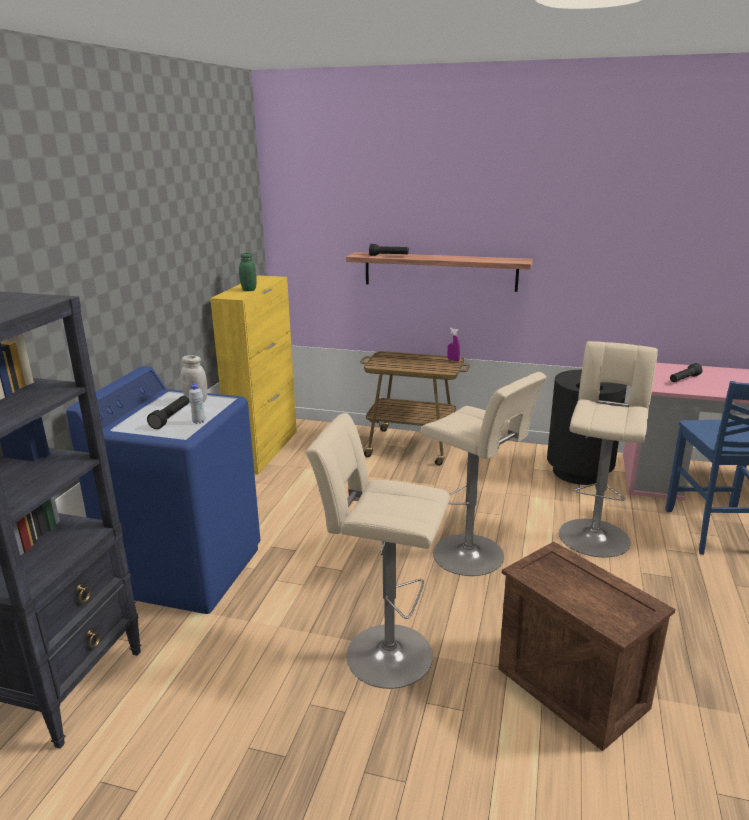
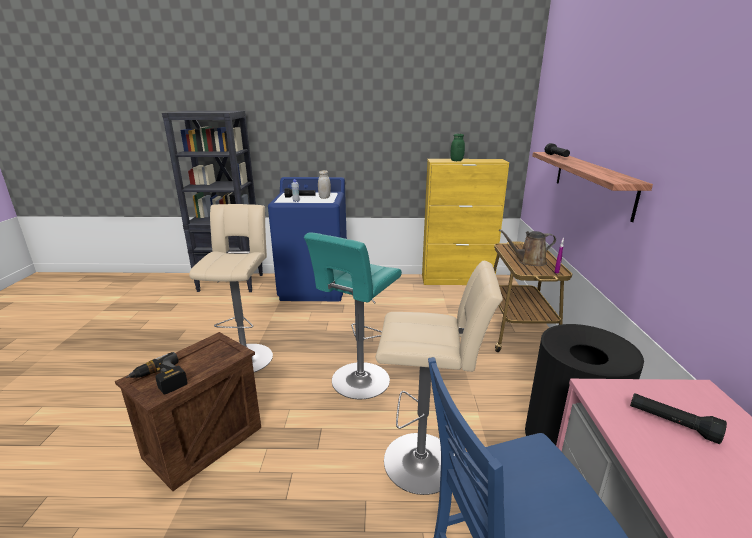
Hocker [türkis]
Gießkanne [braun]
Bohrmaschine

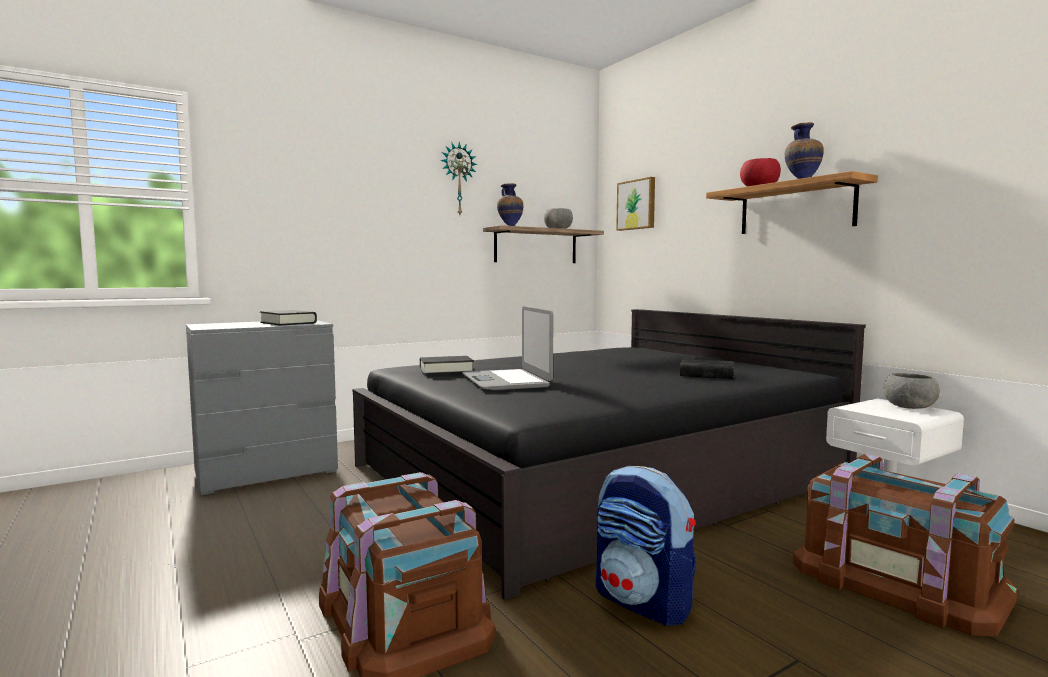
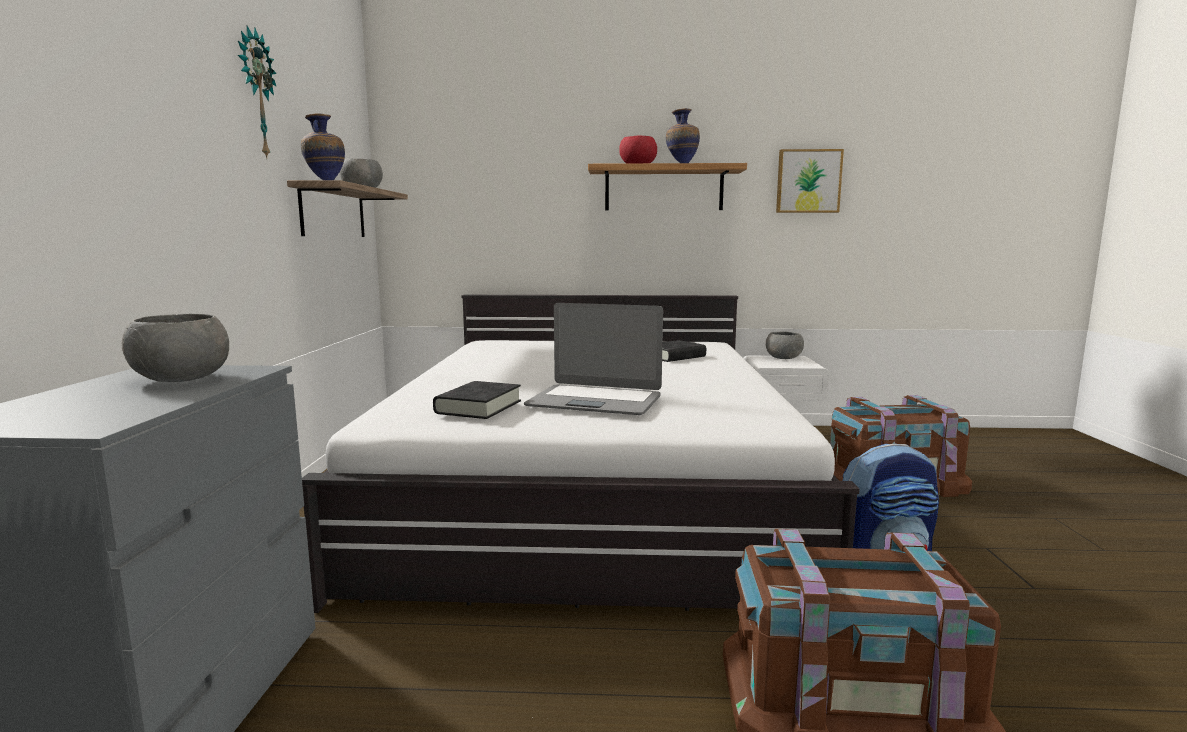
Bild
Bett [weiß]
Schüssel [grau] (no. 1 from left)

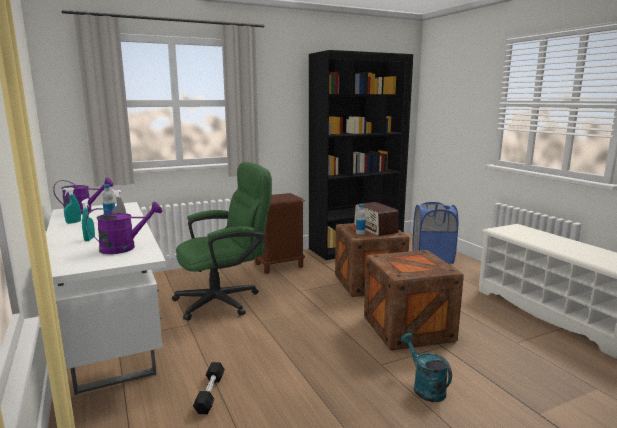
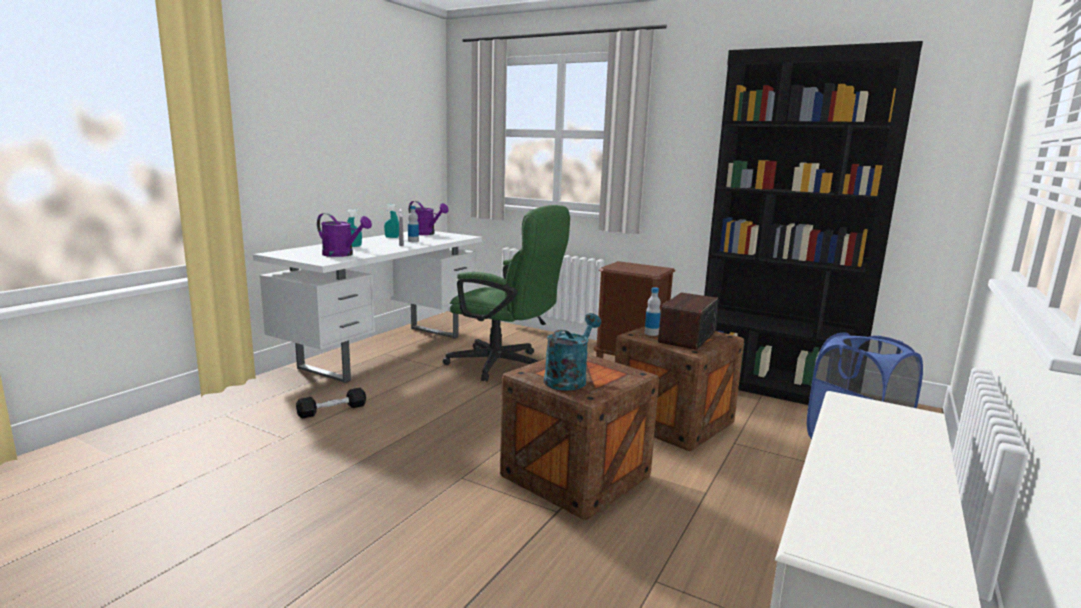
Gießkanne [türkis]

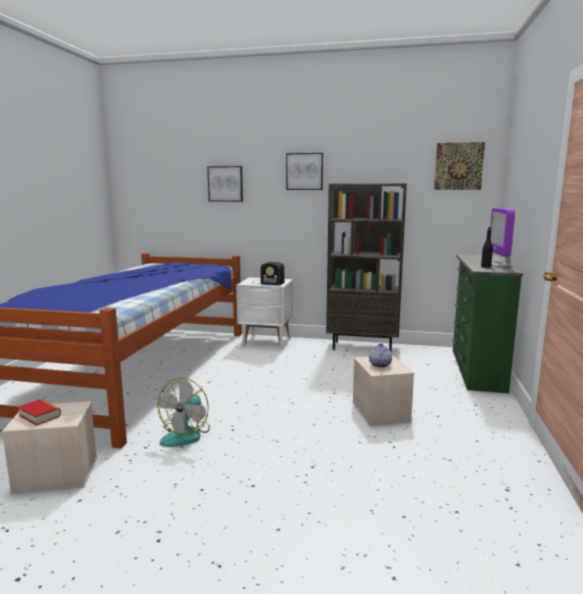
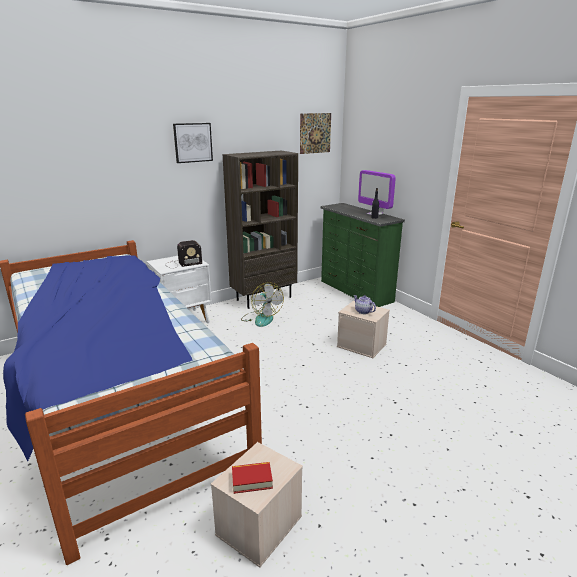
Bild (no. 1 from left in the first image)
Ventilator

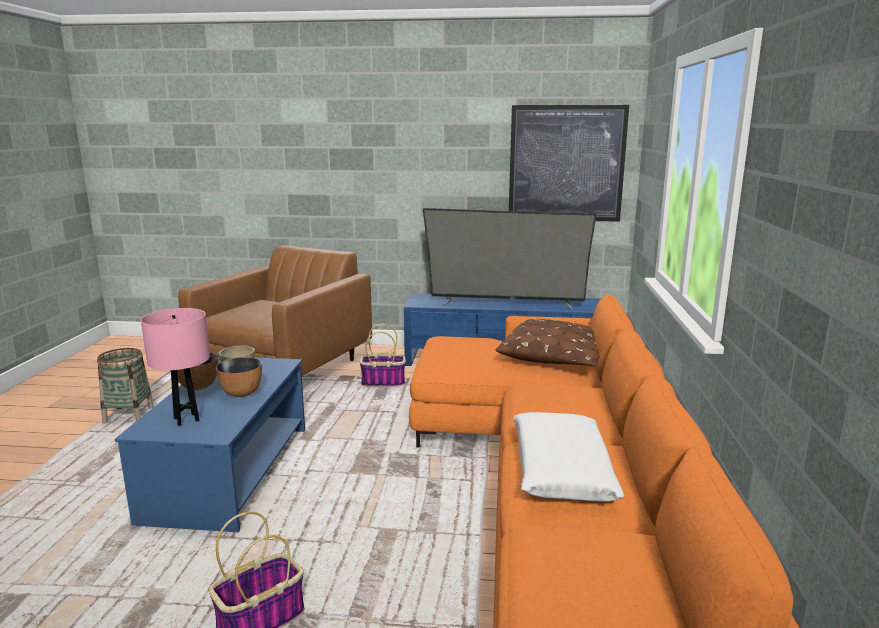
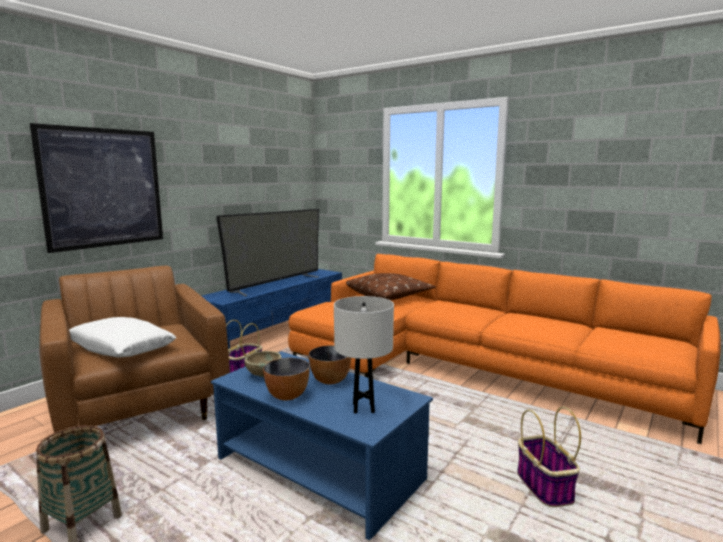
Bild
Tischlampe [weiß]
Kissen [weiß]

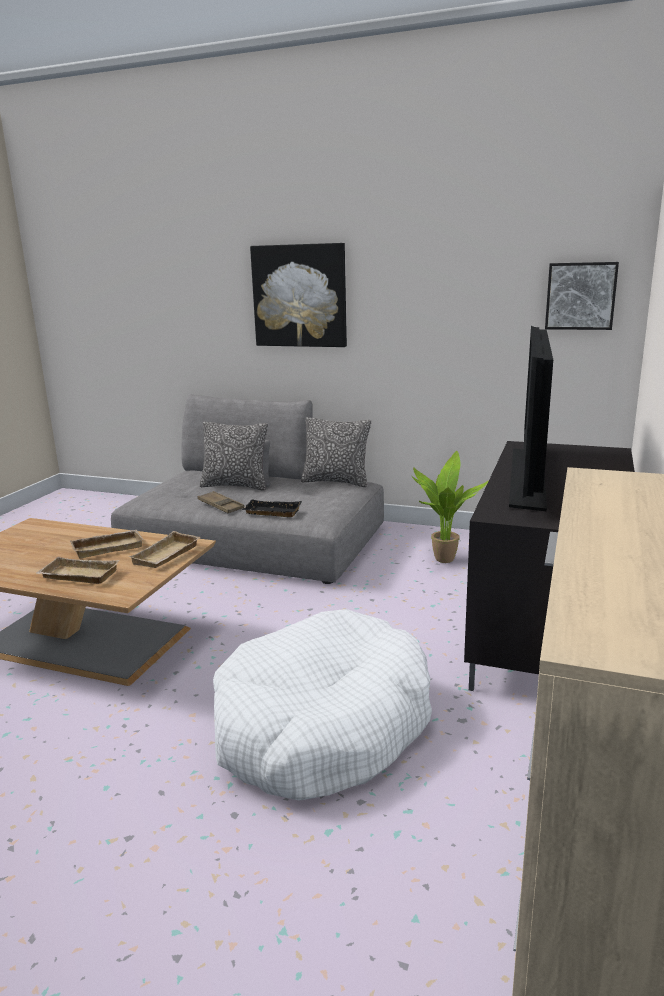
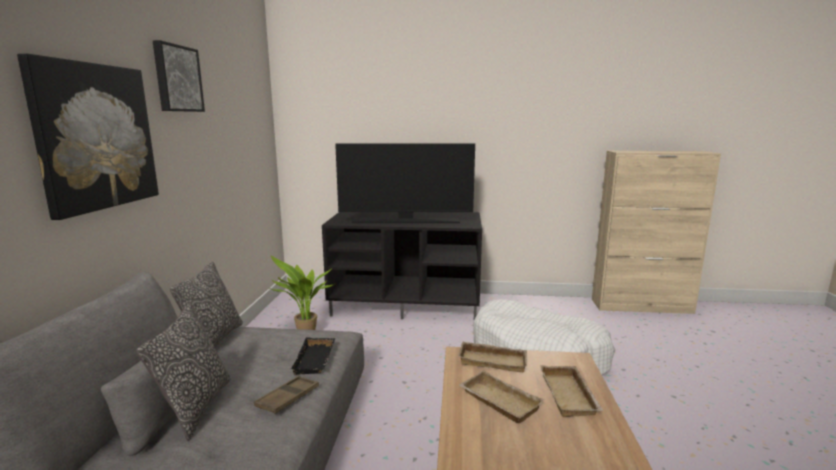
Bild (no. 2 from left)

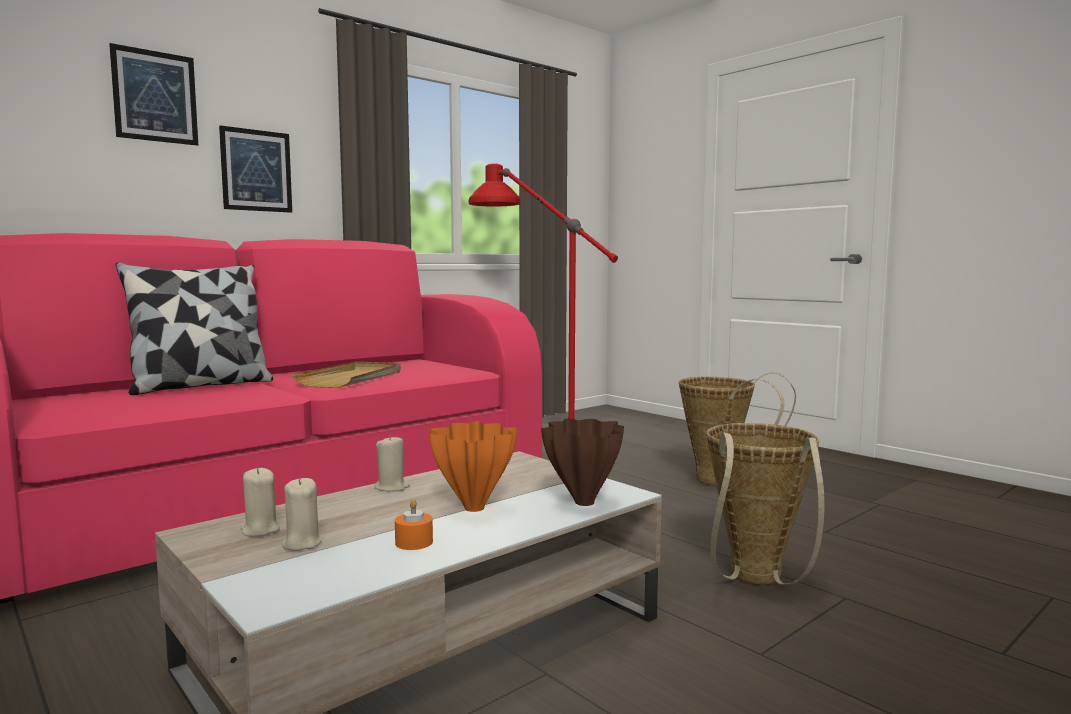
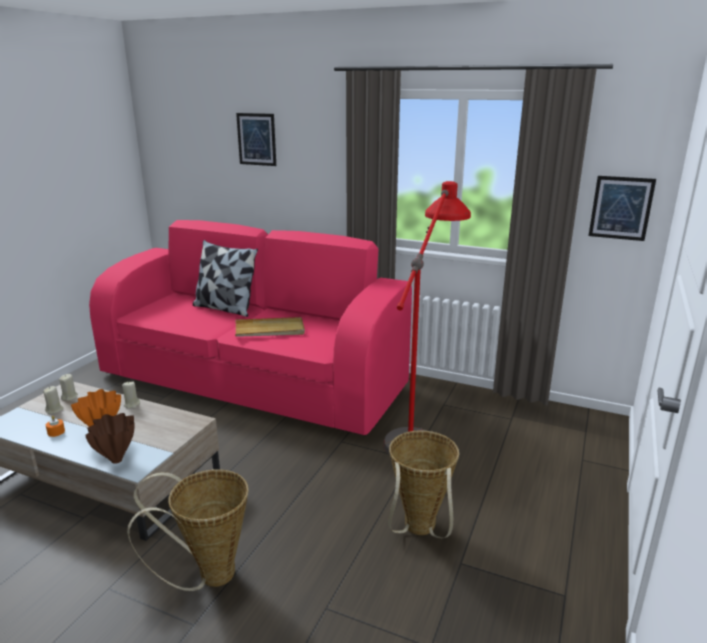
Bild (no. 2 from left)

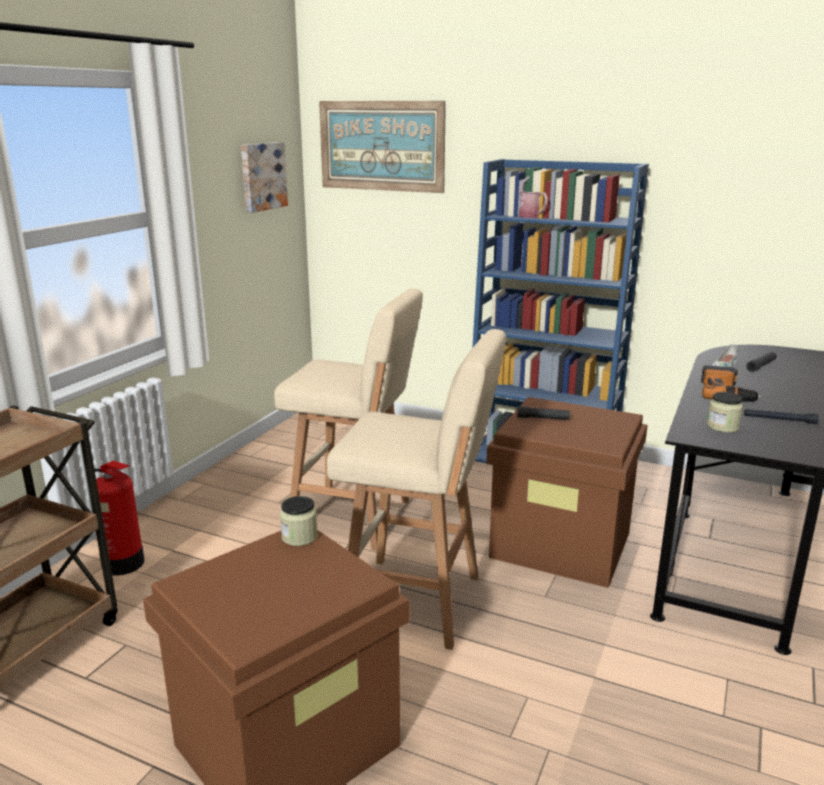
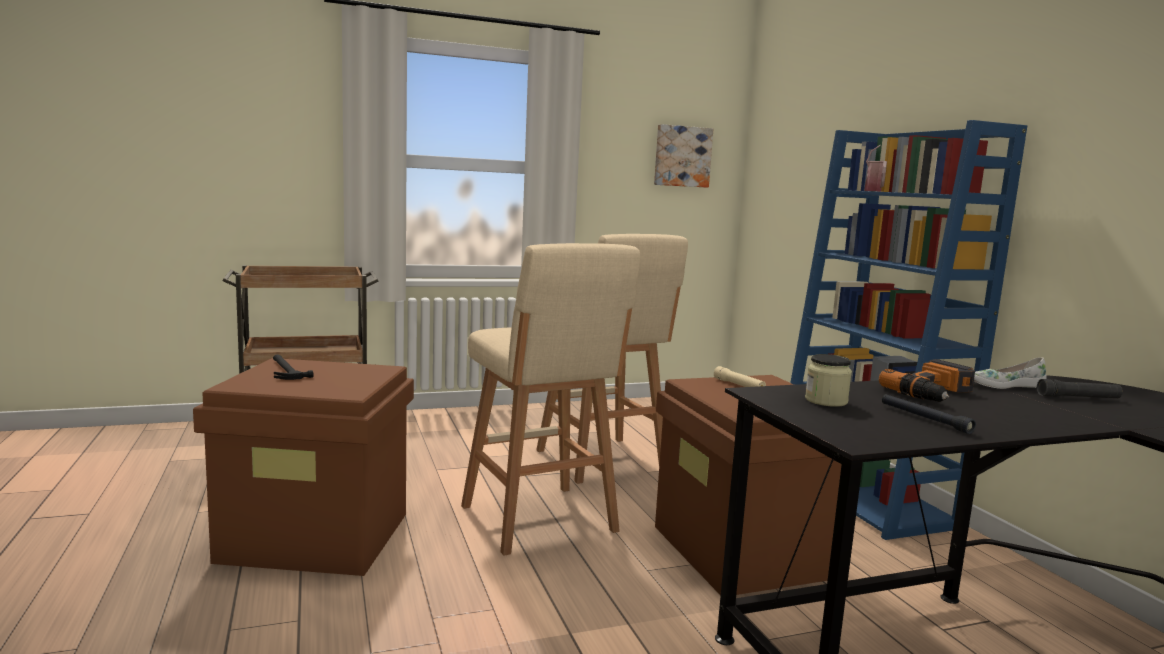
Bild (no. 2 from left in the first image)
Taschenlampe [beige]
Feuerlöscher
Vorratsglas (no. 1 from left in the first image)
Hammer

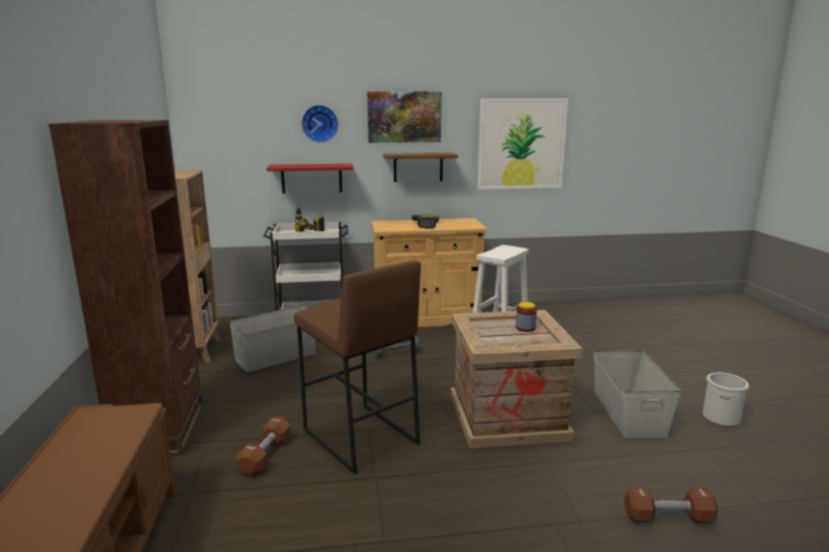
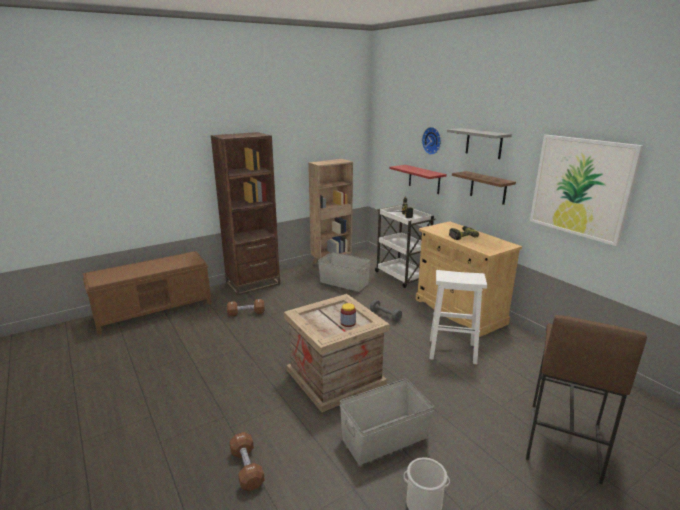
Wandregal [grau]
Hocker [braun]

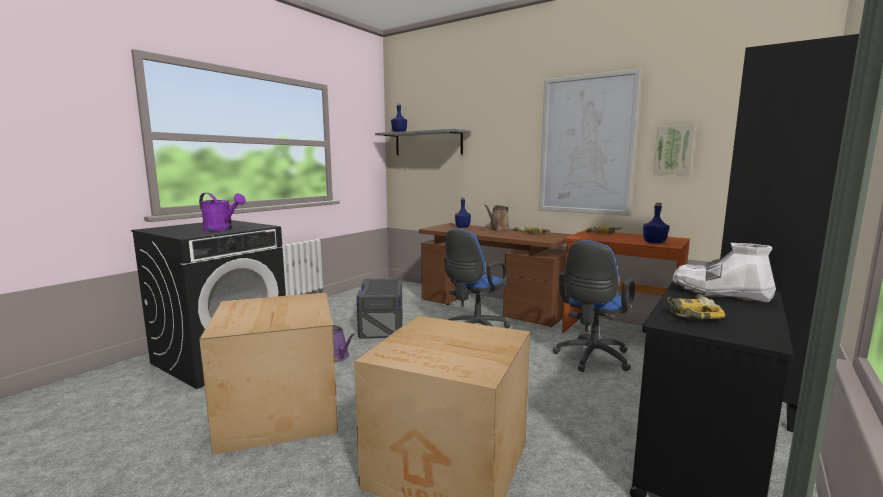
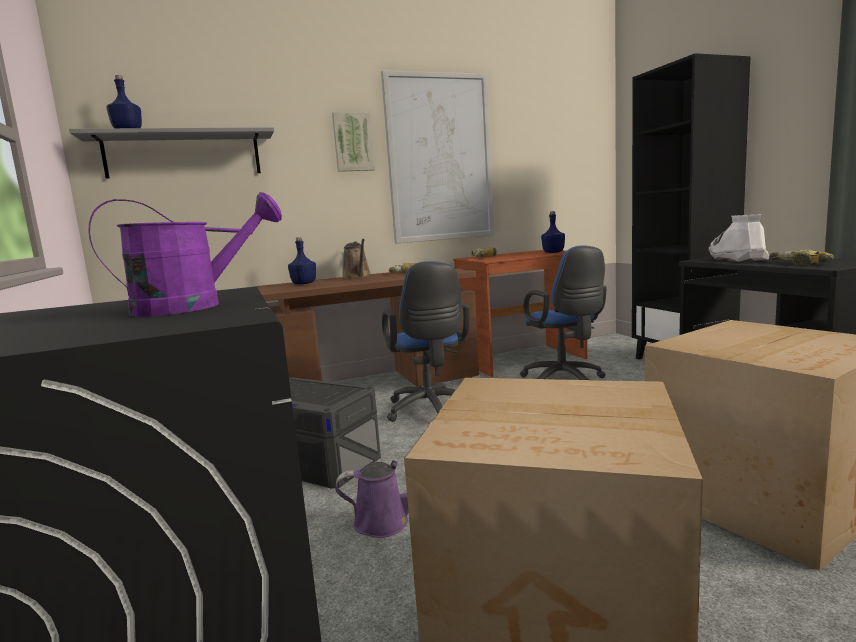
Bild (no. 1 from left)
Stiefel [weiß]

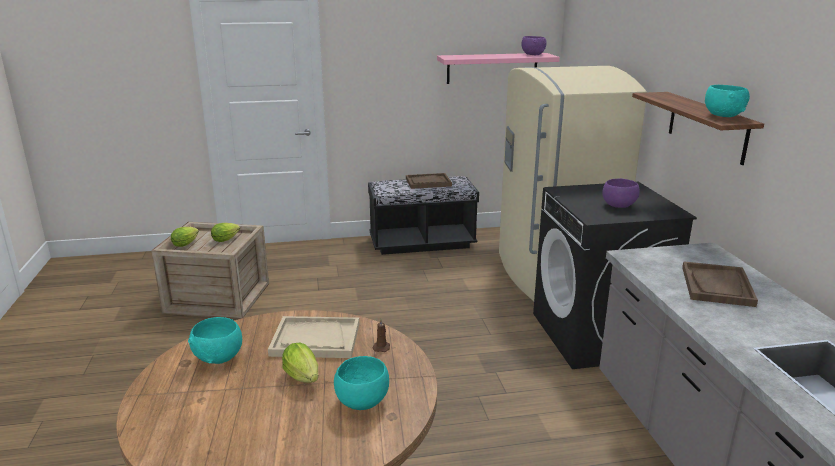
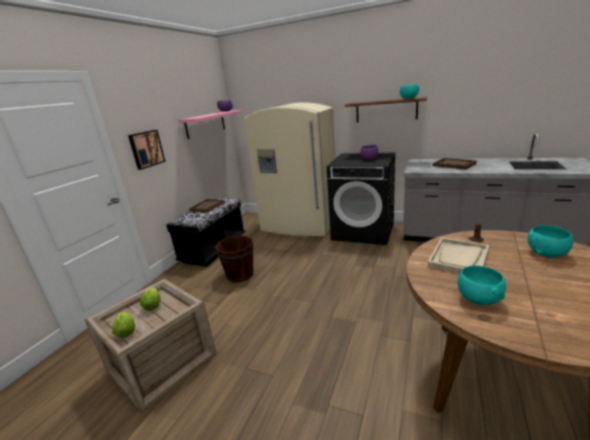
Salatkopf (no. 3 from left in the first image)
Bild
Eimer [braun]

